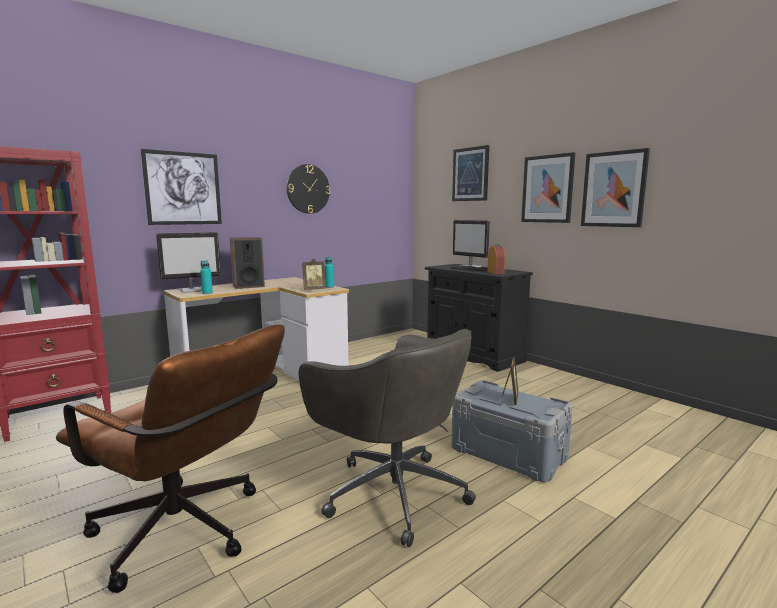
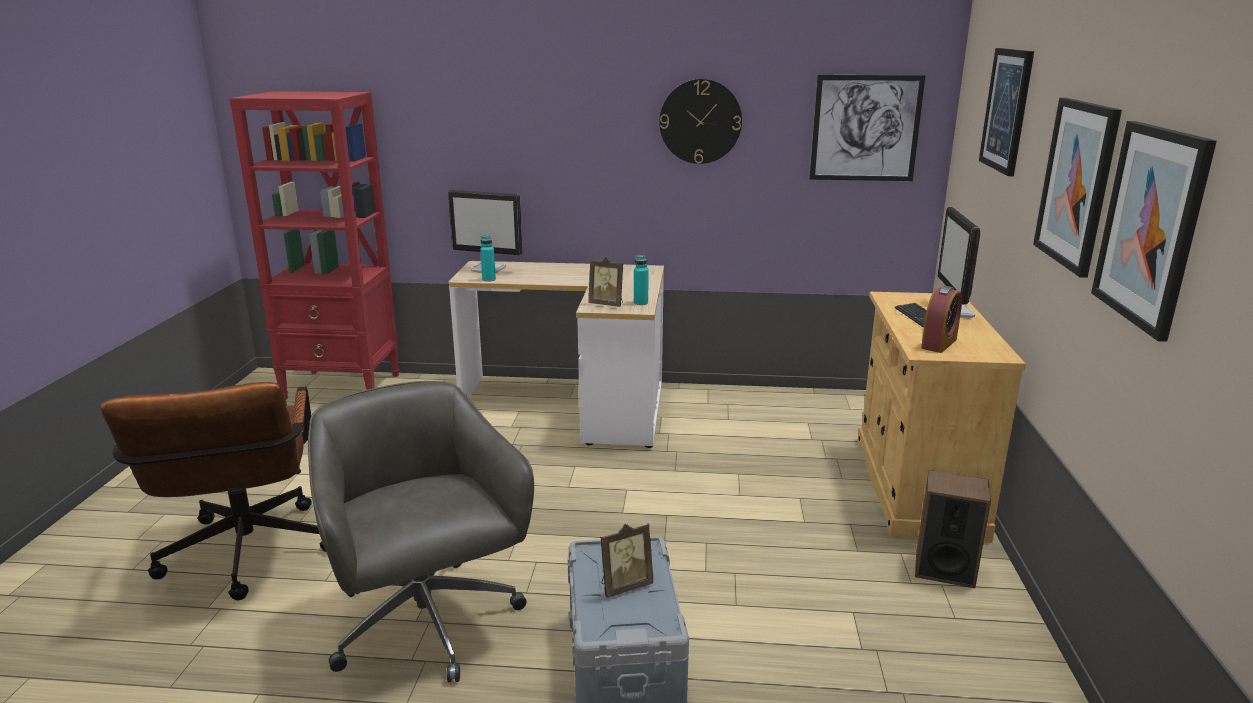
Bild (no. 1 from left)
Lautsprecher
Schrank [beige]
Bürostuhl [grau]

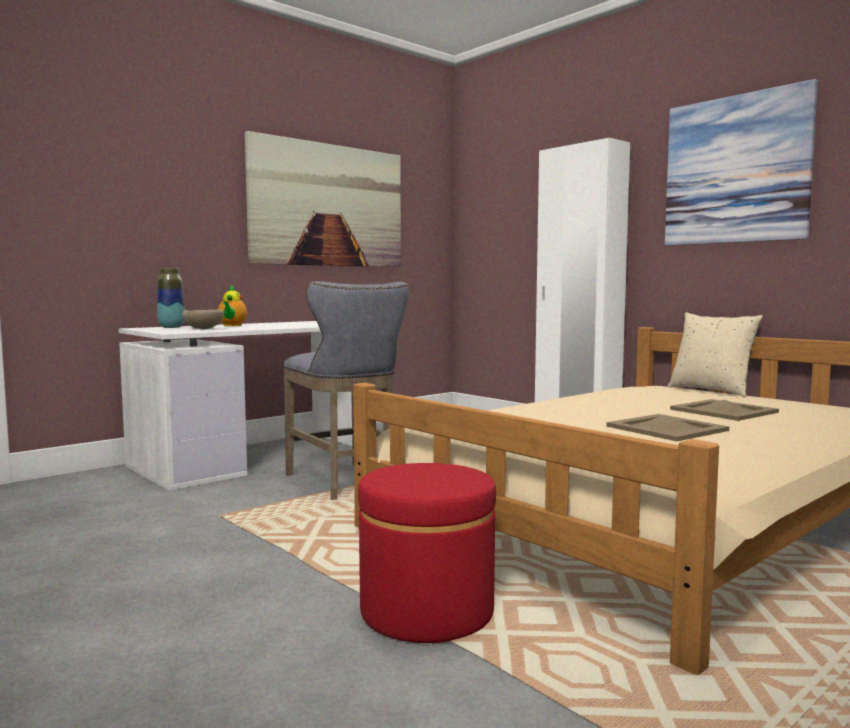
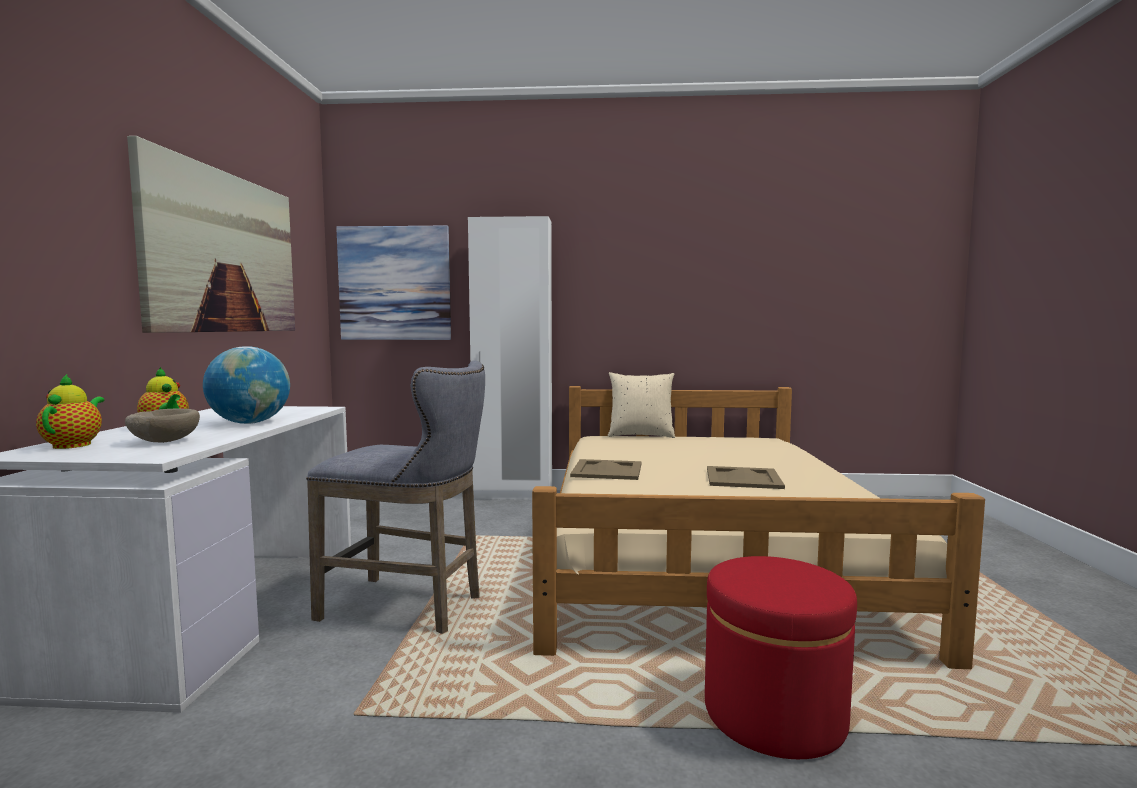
Bild (no. 2 from left)
Teekanne (no. 1 from left)
Tablett [beige] (no. 1 from left)
Globus

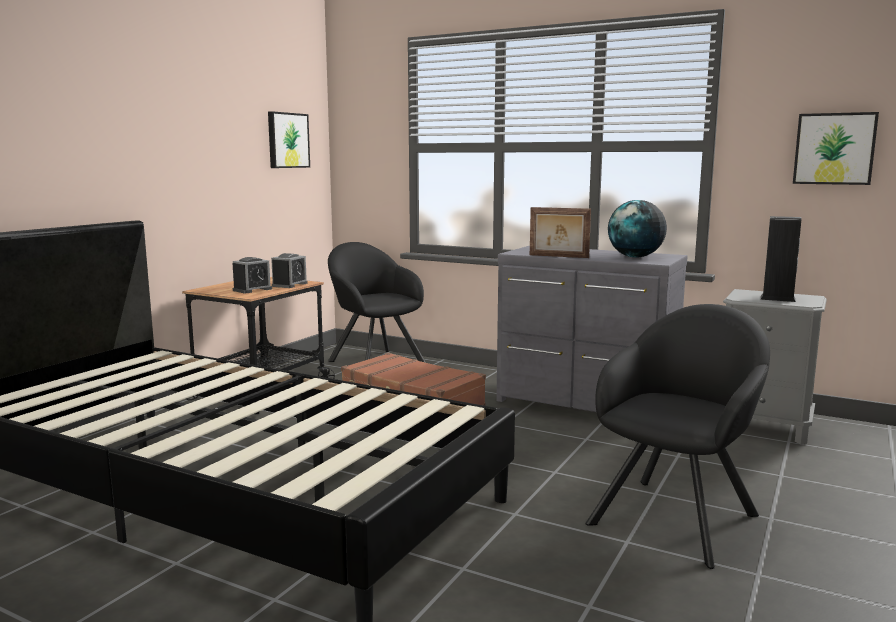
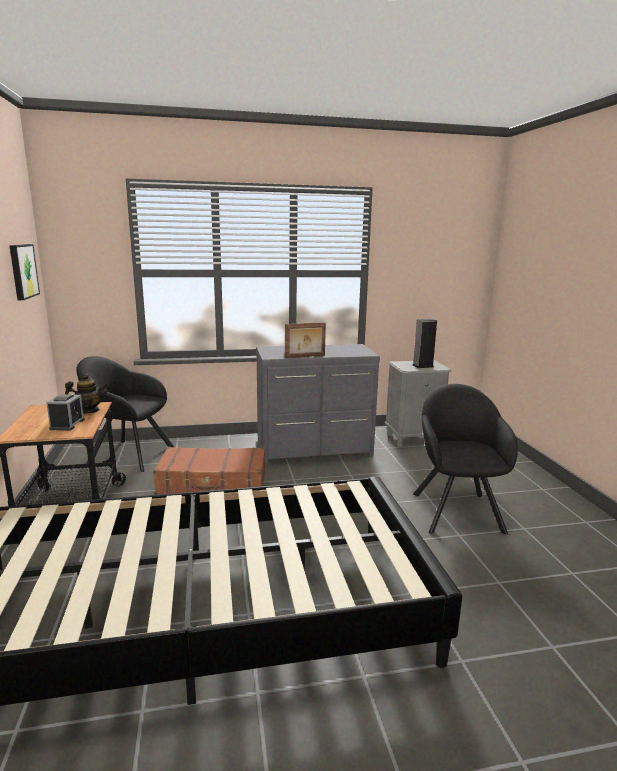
Bild (no. 2 from left in the first image)
Globus
Teekanne

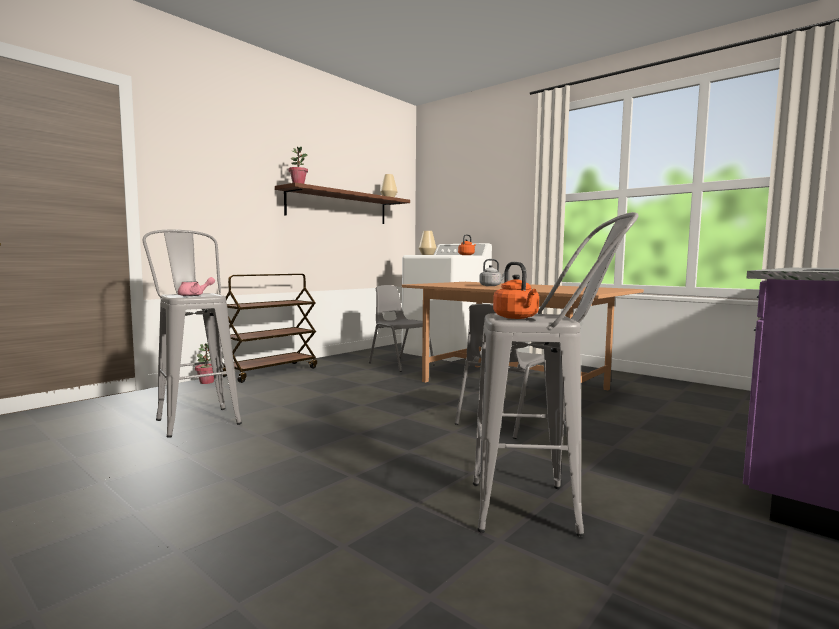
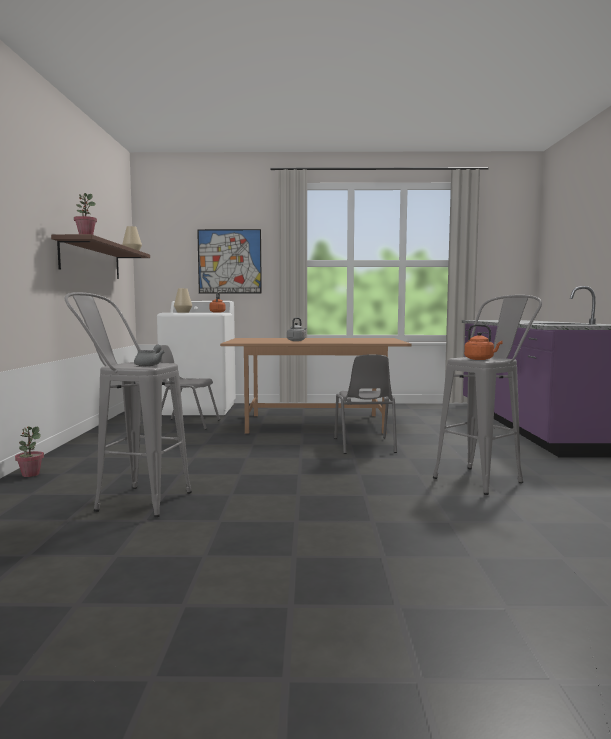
Rollwagen [braun]
Teekanne [grau]
Bild

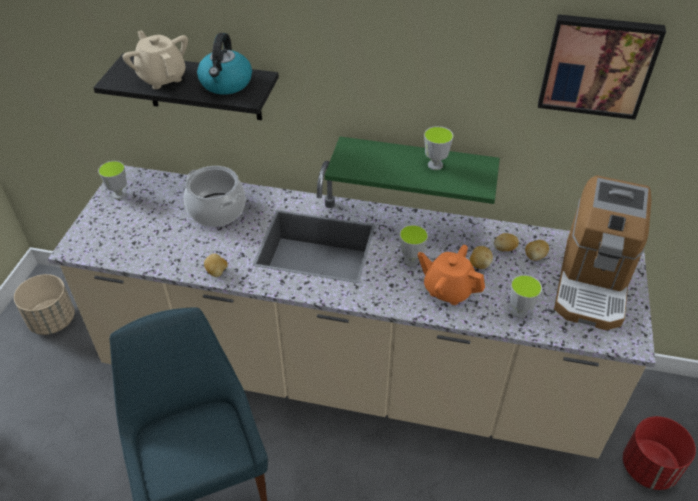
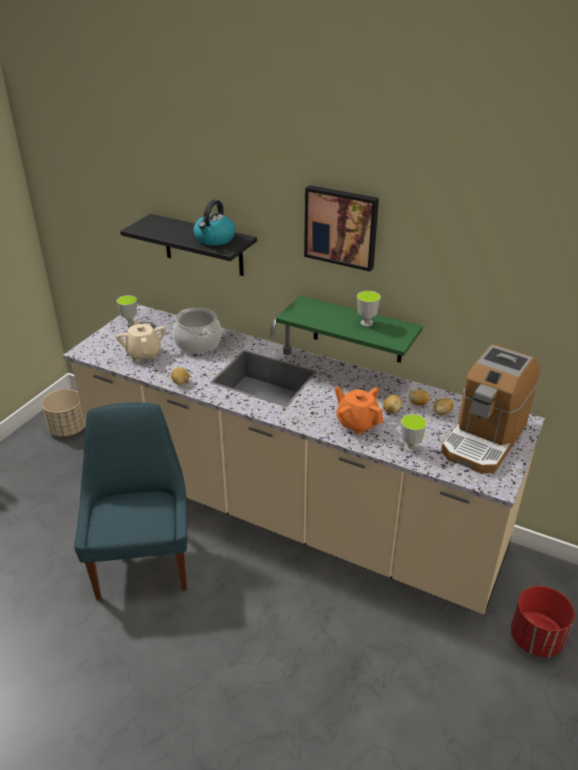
Bild
Teekanne [beige]
Tasse (no. 2 from left in the first image)

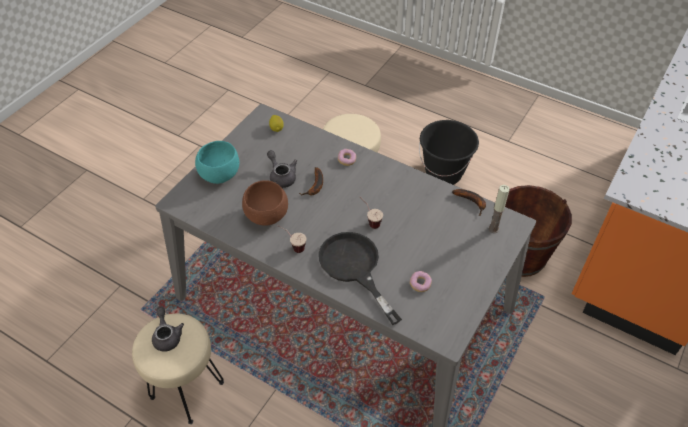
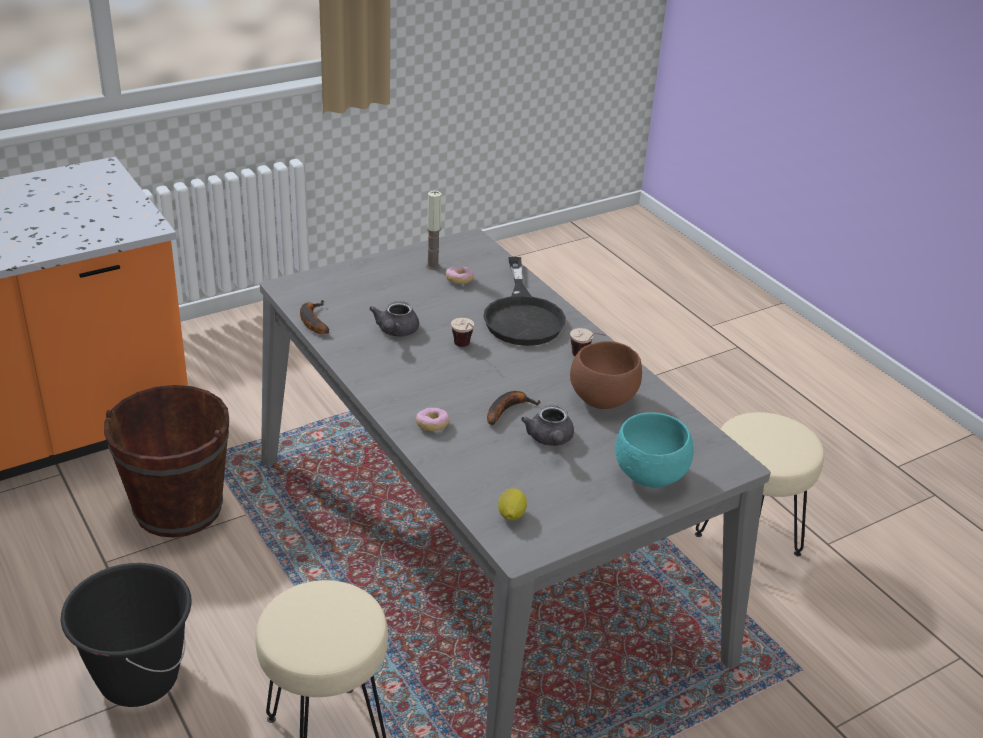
Kerze
Teekanne [grau] (no. 1 from left)

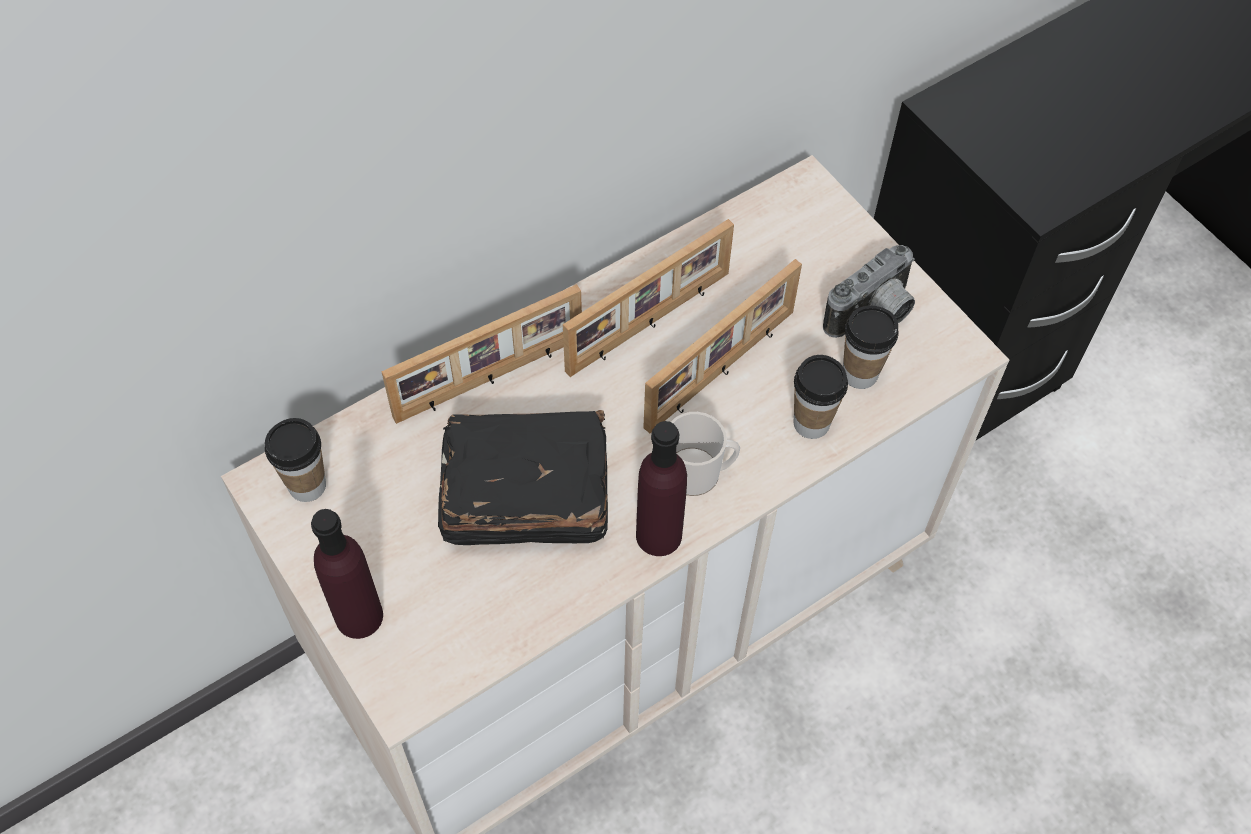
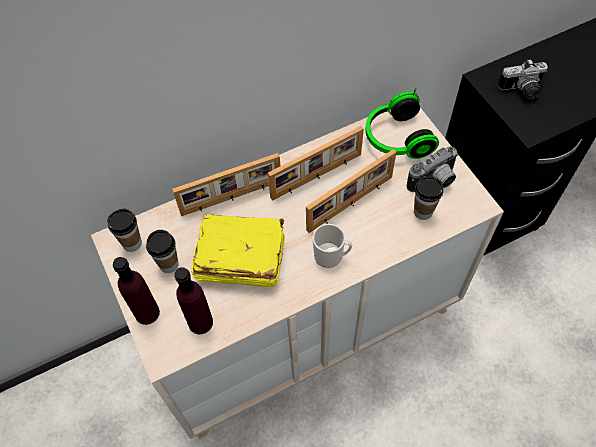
Tasse (no. 2 from left)
Buch [gelb]
Flasche [lila] (no. 2 from left)
Kamera (no. 2 from left)
Kopfhörer

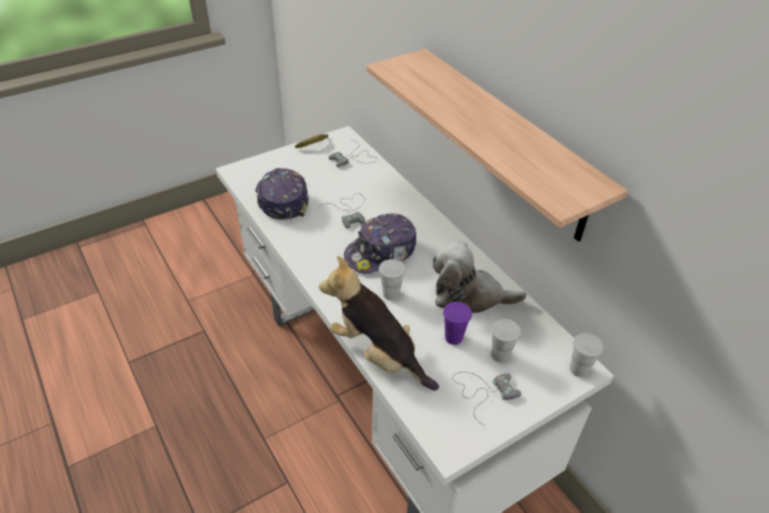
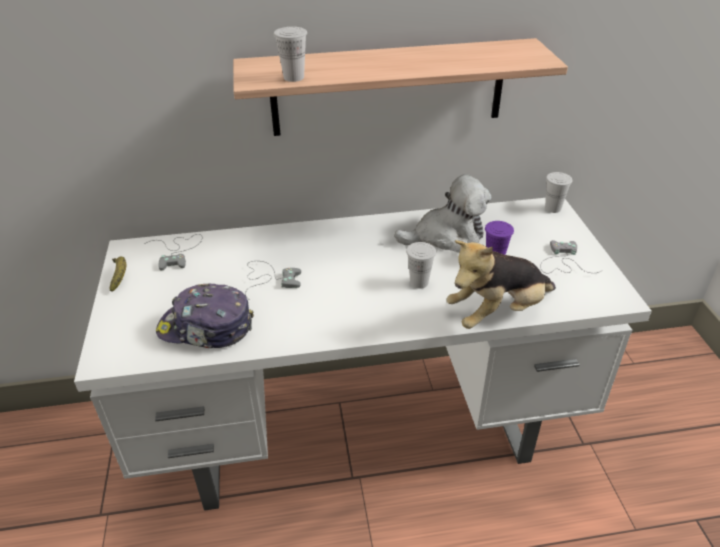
Kappe (no. 2 from left in the first image)
Plüschtier (no. 1 from left)
Tasse [weiß] (no. 1 from left)

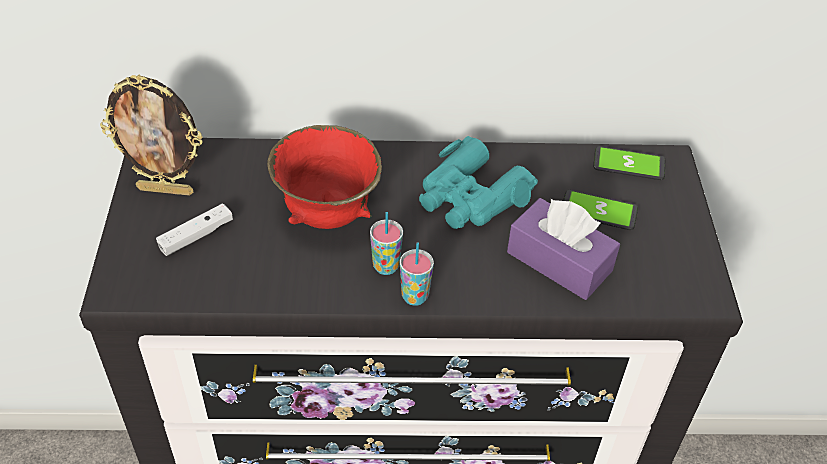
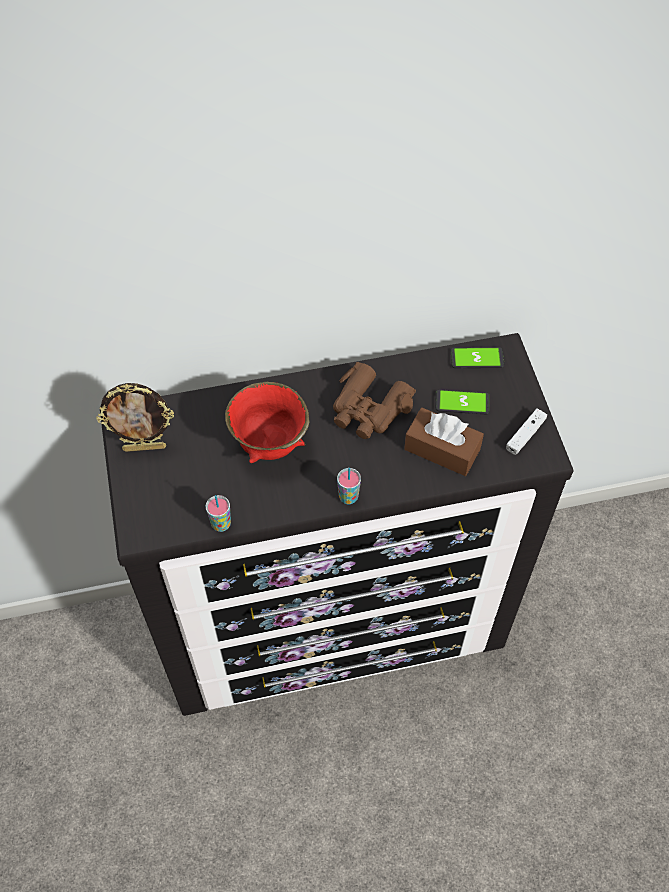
Fernglas [braun]
Taschentuchbox [braun]
Gamepad [weiß]
Tasse (no. 1 from left)

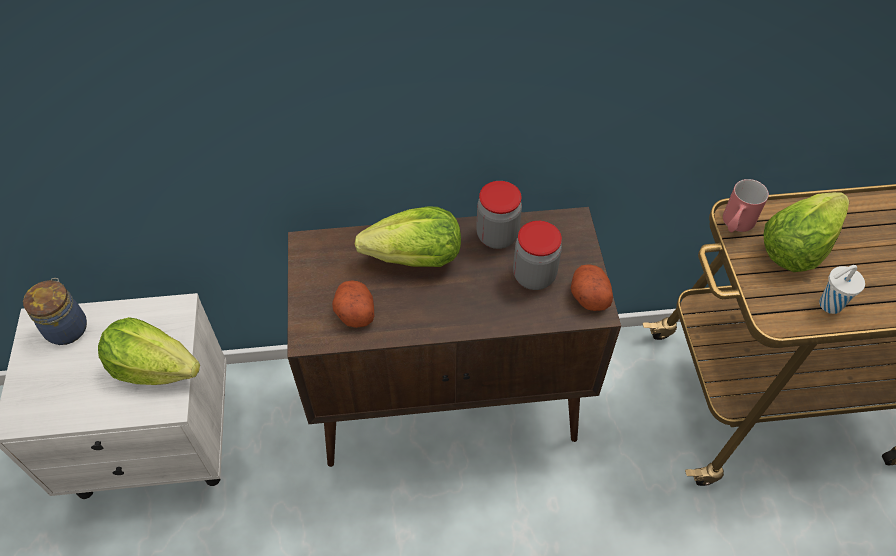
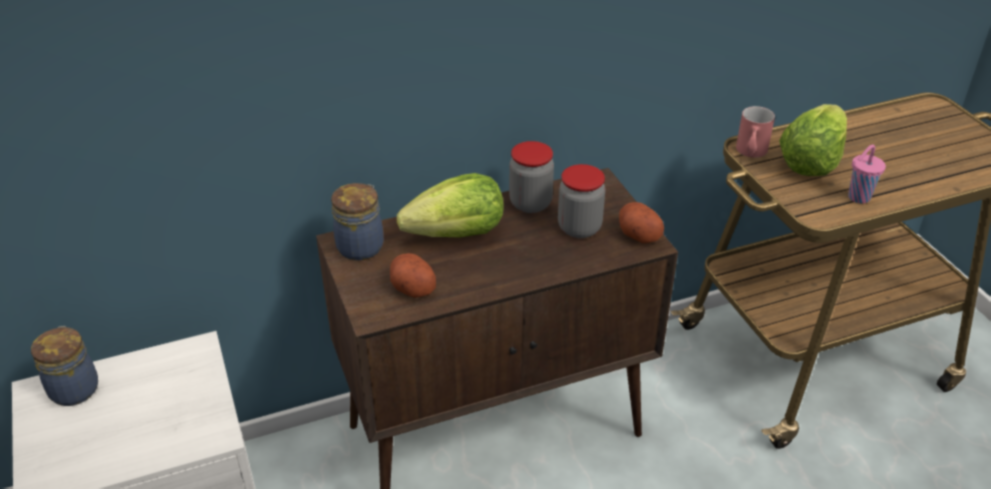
Tasse [rosa]
Salatkopf (no. 1 from left in the first image)
Vorratsglas (no. 2 from left)

